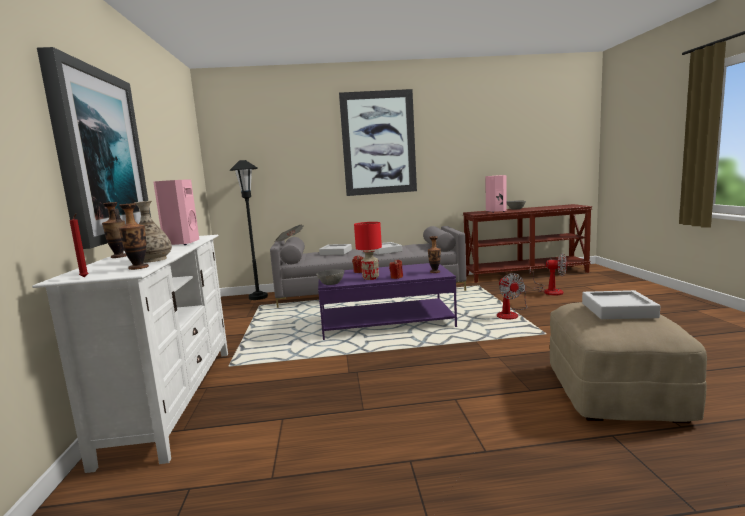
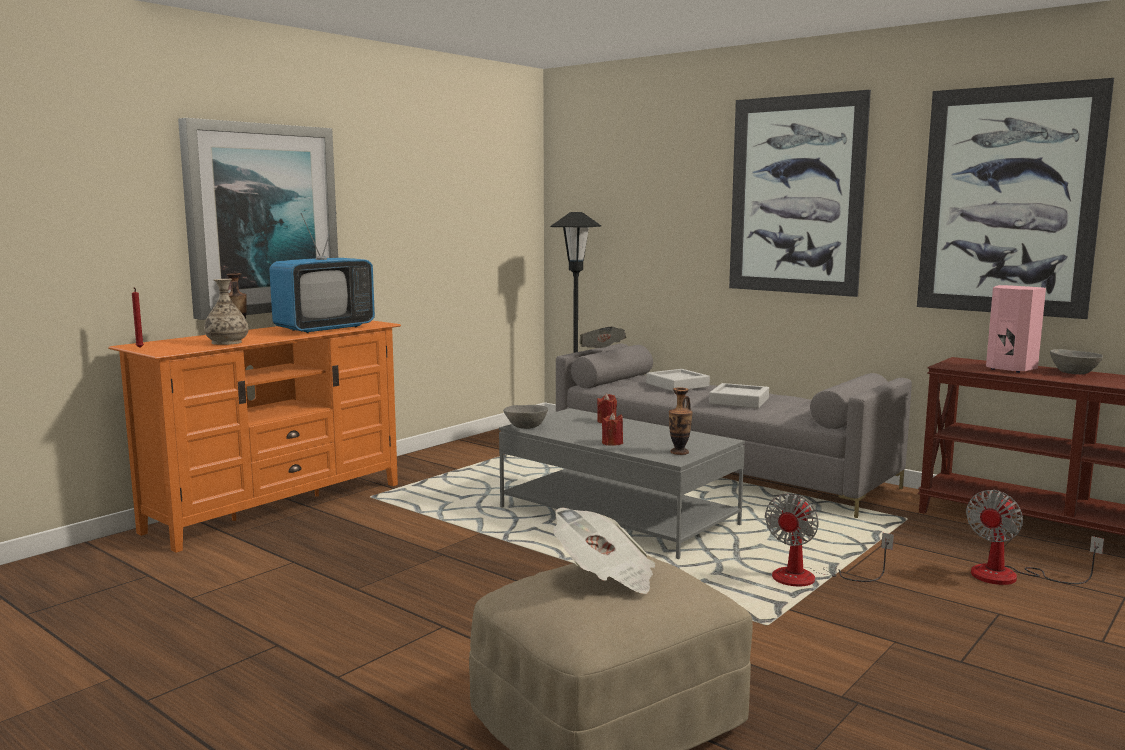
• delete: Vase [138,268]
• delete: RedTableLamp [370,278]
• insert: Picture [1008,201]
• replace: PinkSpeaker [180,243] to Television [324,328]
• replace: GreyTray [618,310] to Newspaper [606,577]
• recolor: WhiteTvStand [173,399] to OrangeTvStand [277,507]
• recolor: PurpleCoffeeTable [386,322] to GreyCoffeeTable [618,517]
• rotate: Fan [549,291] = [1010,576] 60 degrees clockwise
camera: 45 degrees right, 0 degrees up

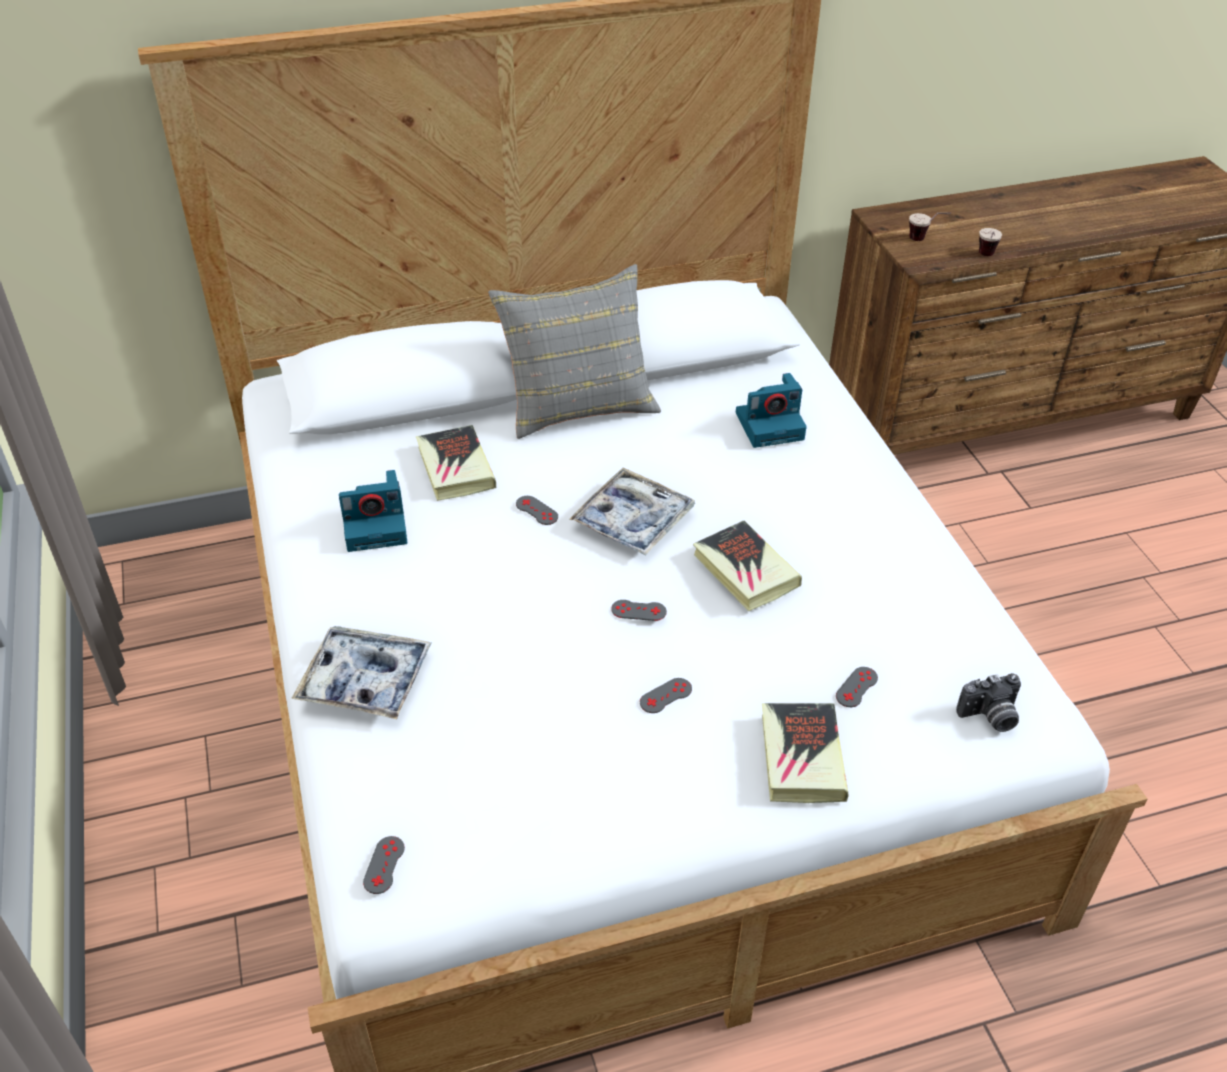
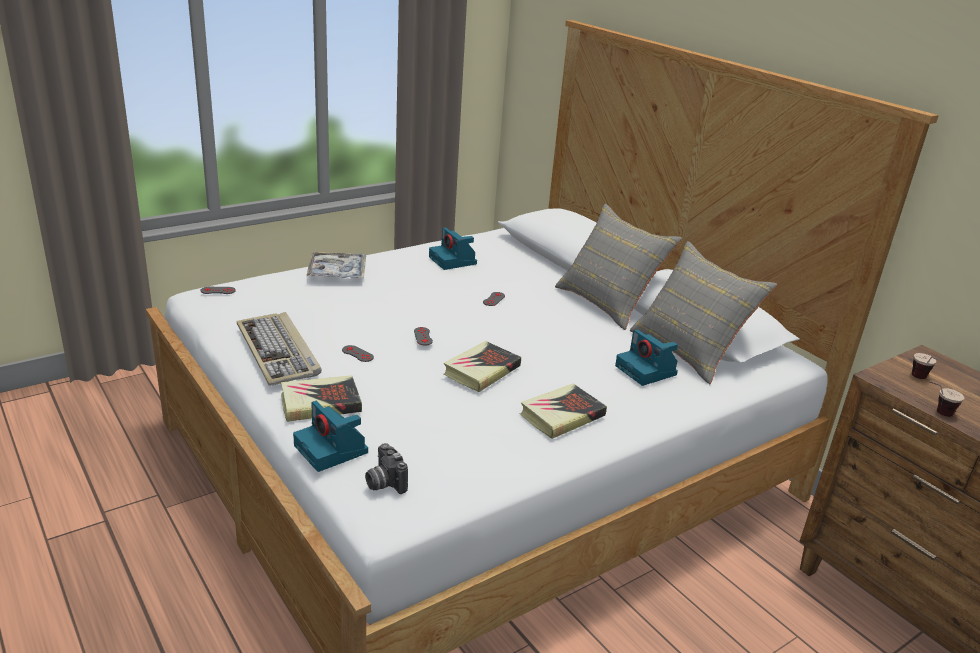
• delete: Tray [633,520]
• delete: GreyGameController [856,687]
• insert: Keyboard [279,352]
• insert: PhotoCamera [332,450]
• insert: GreyPillow [689,350]
• move: Book [455,468] to [562,415]
camera: 70 degrees right, 15 degrees down

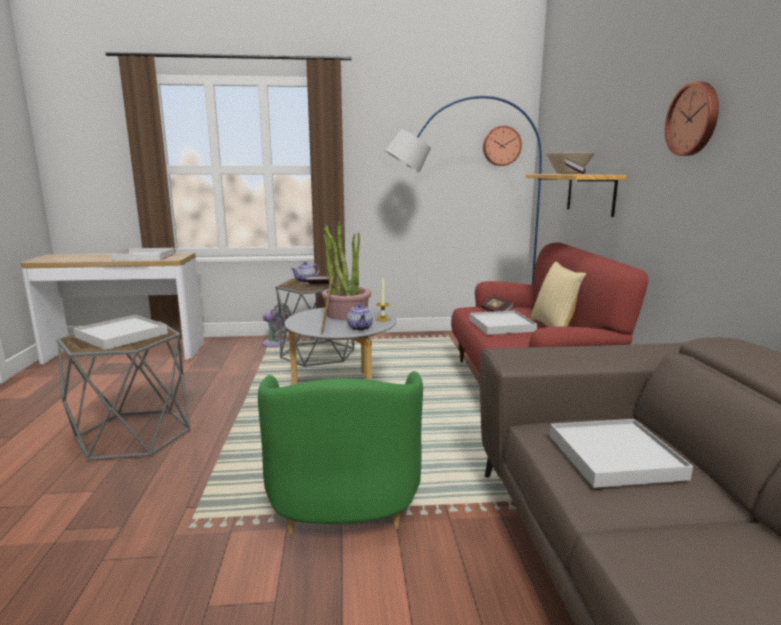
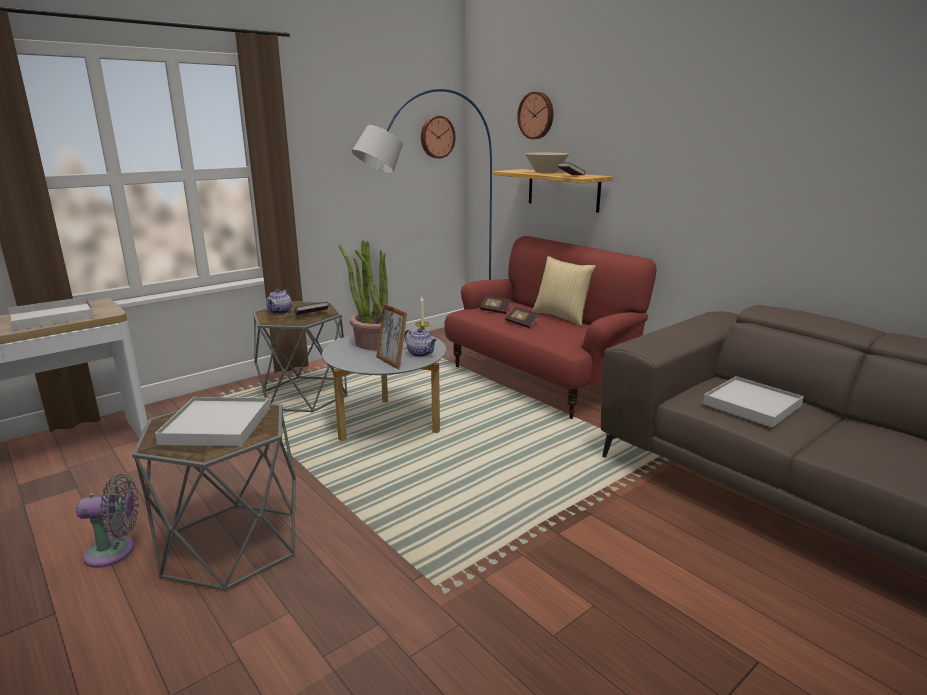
• delete: GreenArmchair [344,500]
• move: GreyFan [276,344] to [115,551]
• move: WallClock [694,119] to [536,115]
• replace: WhiteTray [501,325] to Book [522,323]
camera: 35 degrees left, 5 degrees up

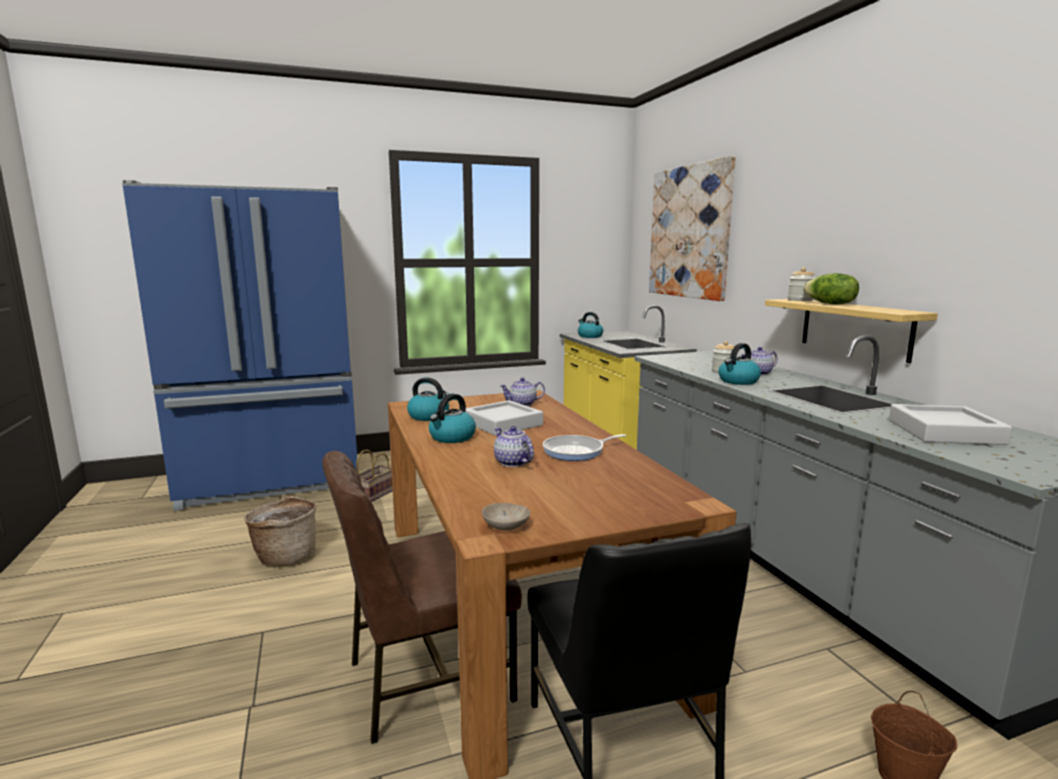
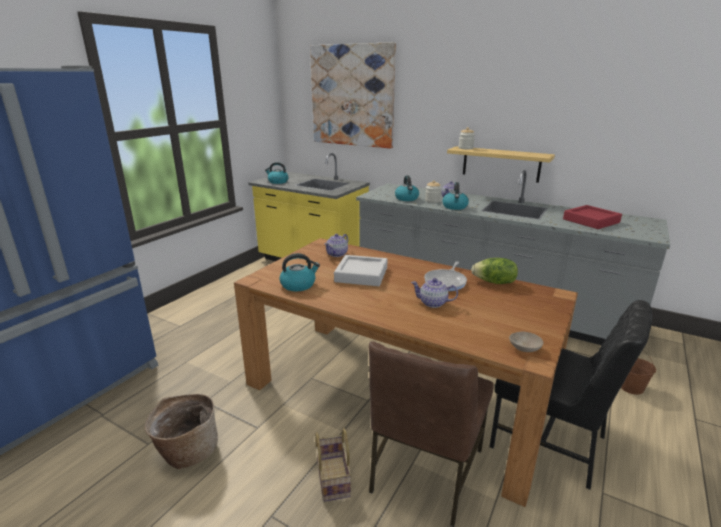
• move: Basket [375,493] to [332,477]
• move: Kettle [452,437] to [407,198]
• move: Lettuce [830,304] to [494,282]
• recolor: GreyTray [944,432] to RedTray [591,221]
camera: 40 degrees left, 10 degrees up

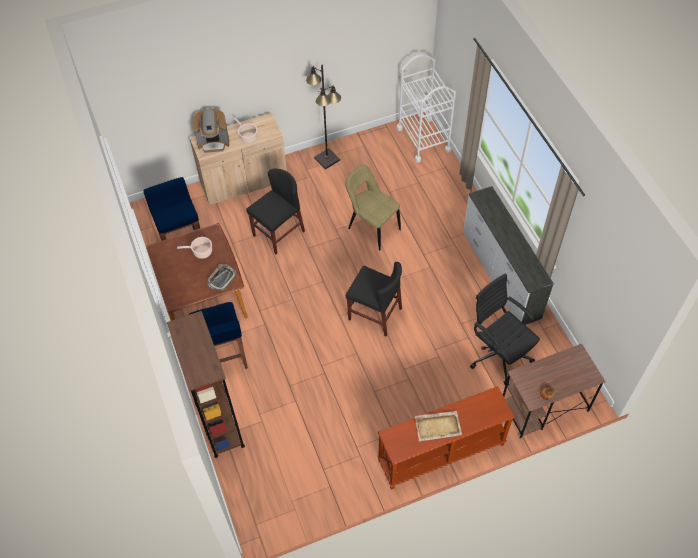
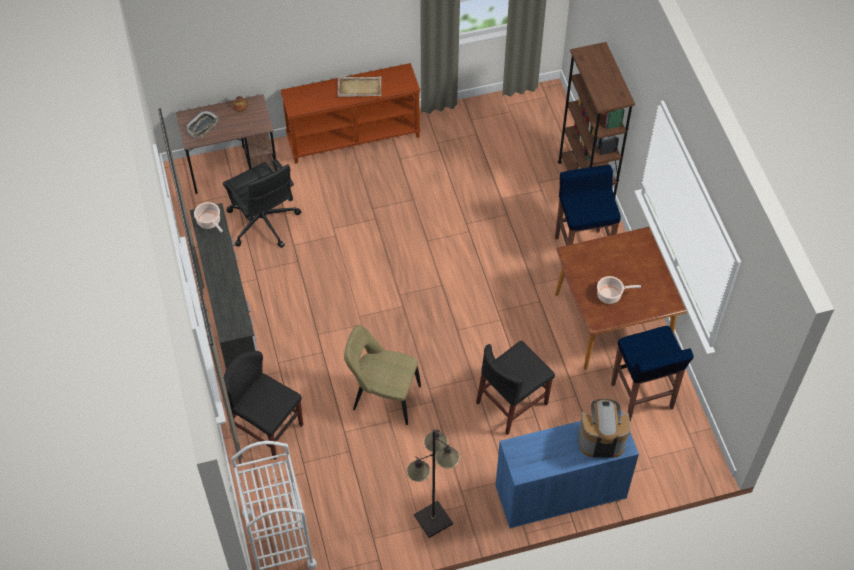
• move: Tray [221,278] to [202,126]
• move: CookingPot [247,136] to [209,222]
• move: BlackChair [375,314] to [267,428]
• recolor: BeigeCabinet [244,182] to BlueCabinet [560,492]
• rotate: BeigeChair [372,228] = [383,397] 150 degrees clockwise
camera: 175 degrees left, 0 degrees up

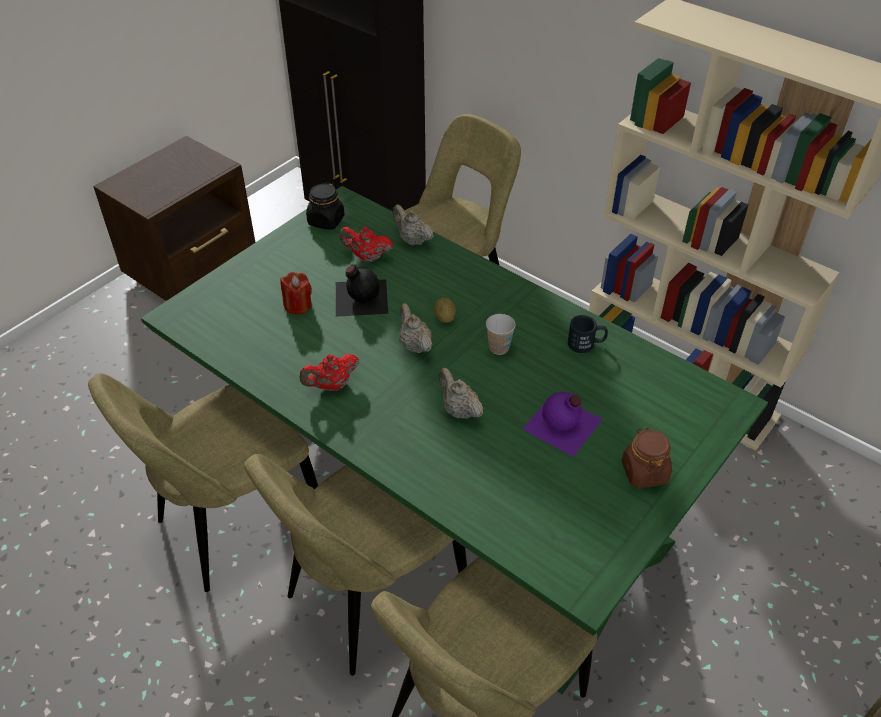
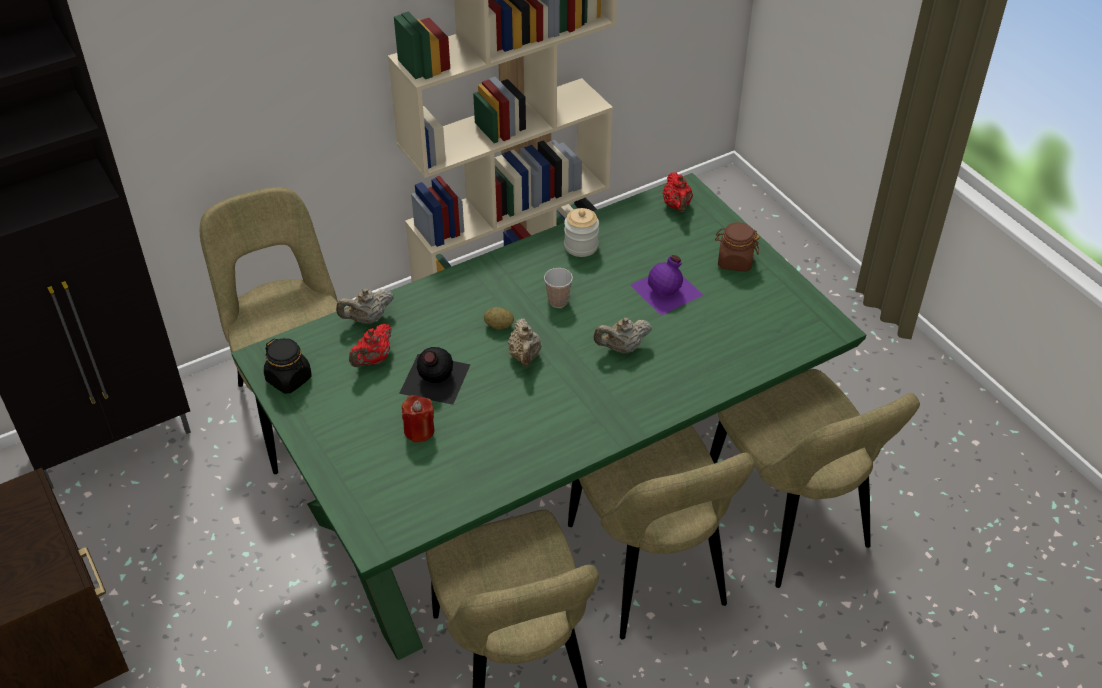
• move: RedTeapot [332,385] to [677,206]
• replace: BlackMug [586,344] to Jar [581,246]
• rotate: BeigeTeapot [414,345] = [525,356] 90 degrees counterclockwise
camera: 70 degrees left, 0 degrees up

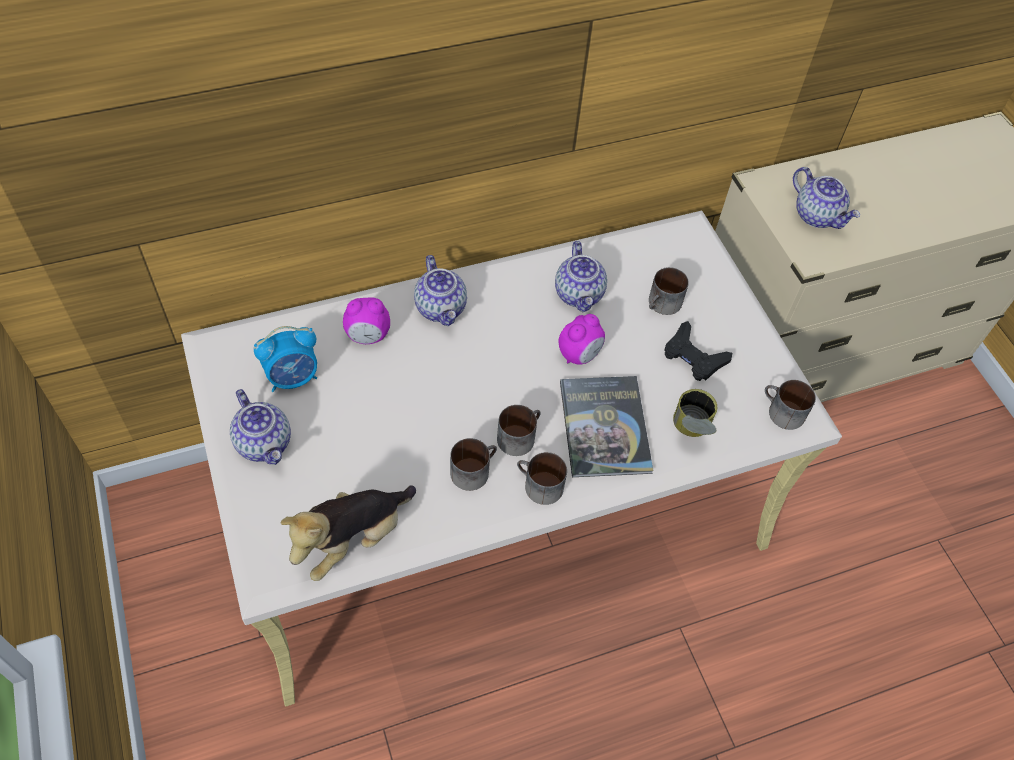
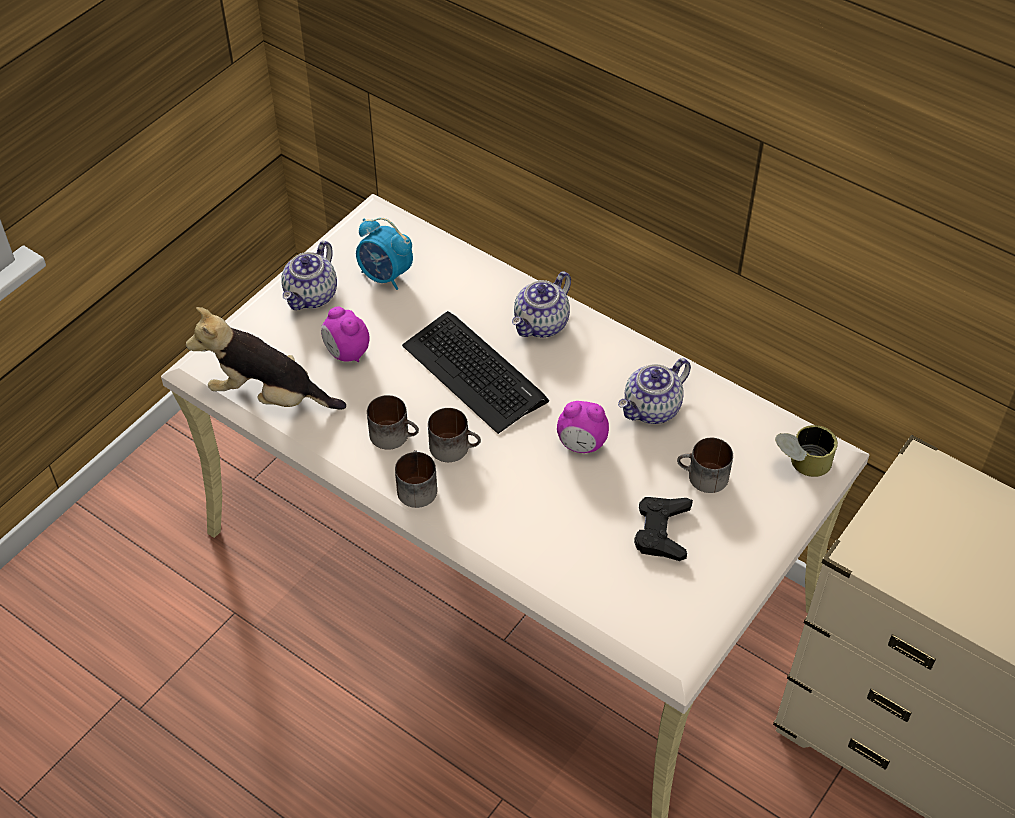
• delete: Book [604,427]
• delete: Mug [781,412]
• delete: Teapot [817,216]
• insert: Keyboard [474,372]
• move: AlarmClock [368,336] to [346,353]
• move: Can [691,431] to [800,464]
camera: 60 degrees right, 5 degrees down

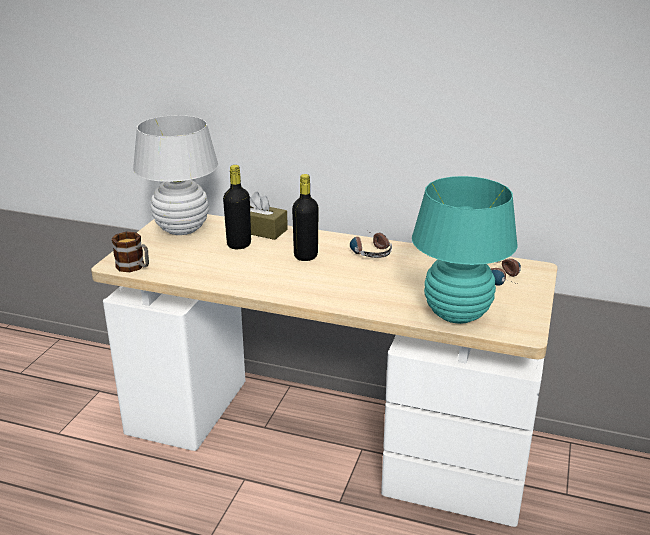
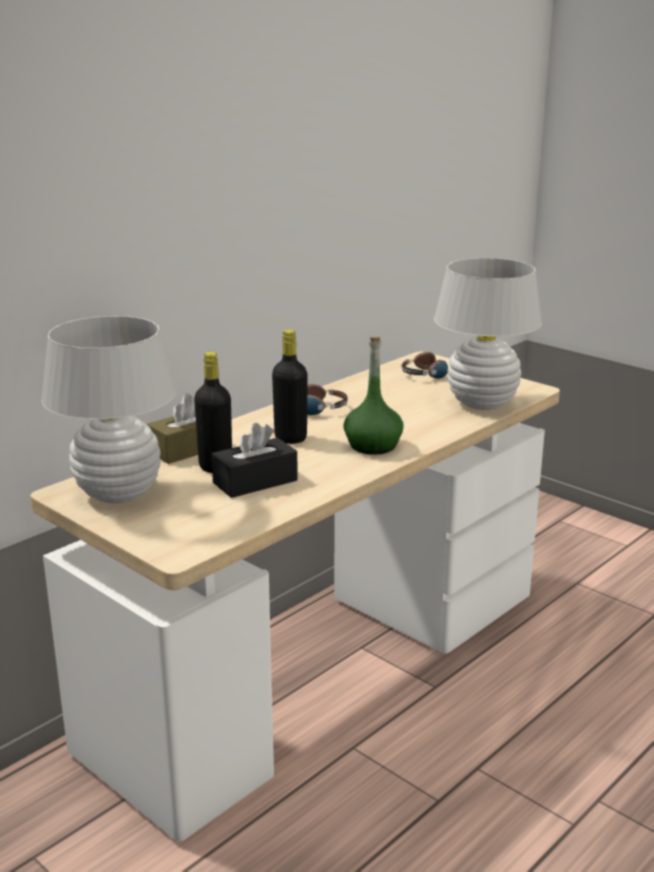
• delete: Mug [134,267]
• insert: BlackTissueBox [255,482]
• insert: GreenBottle [372,446]
• recolor: TurquoiseTableLamp [456,314] to WhiteTableLamp [482,403]
camera: 65 degrees left, 5 degrees down

